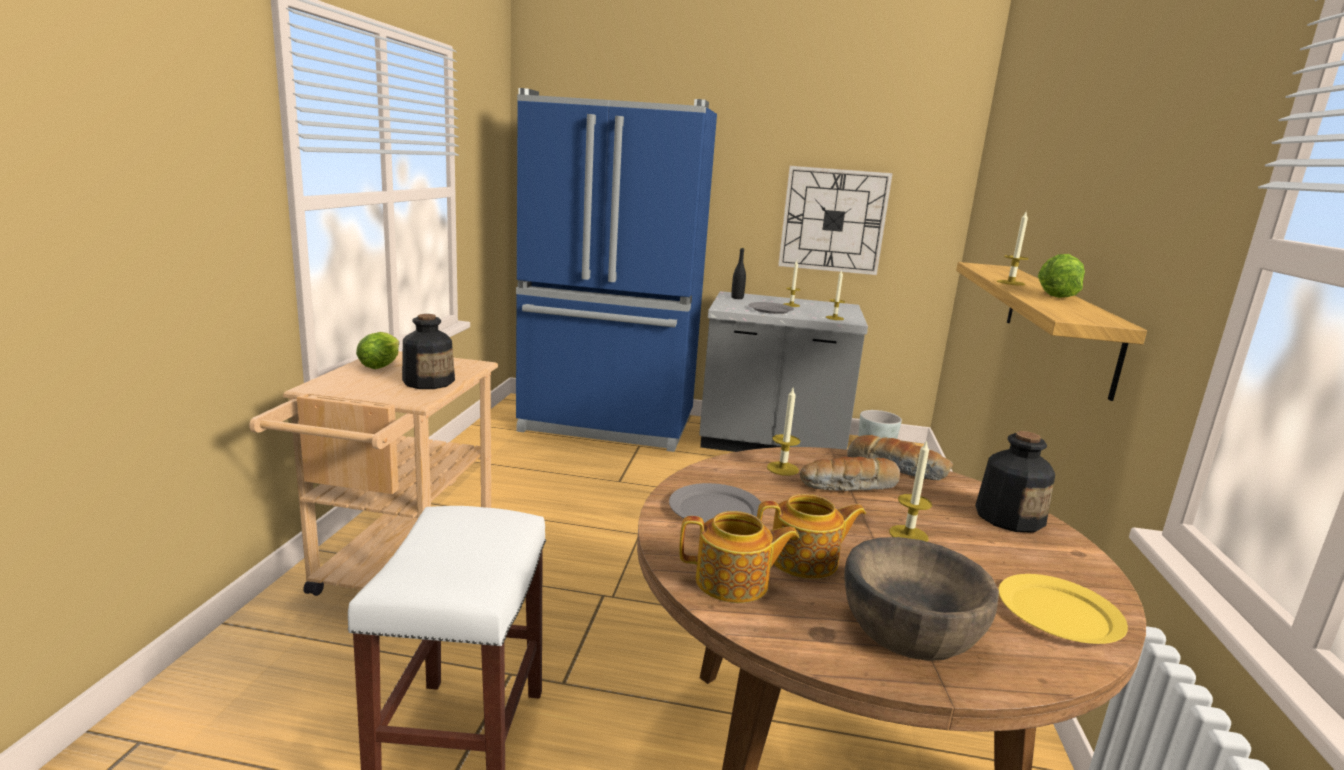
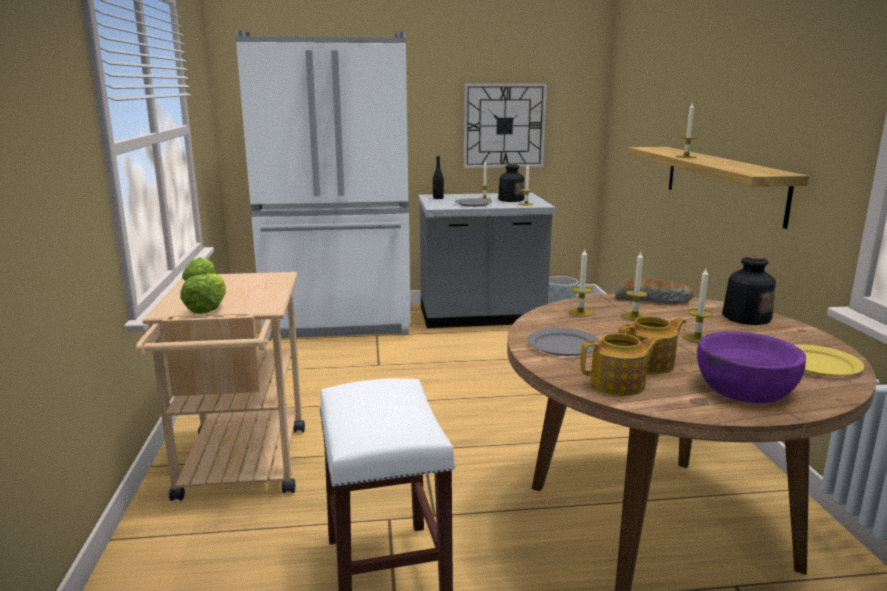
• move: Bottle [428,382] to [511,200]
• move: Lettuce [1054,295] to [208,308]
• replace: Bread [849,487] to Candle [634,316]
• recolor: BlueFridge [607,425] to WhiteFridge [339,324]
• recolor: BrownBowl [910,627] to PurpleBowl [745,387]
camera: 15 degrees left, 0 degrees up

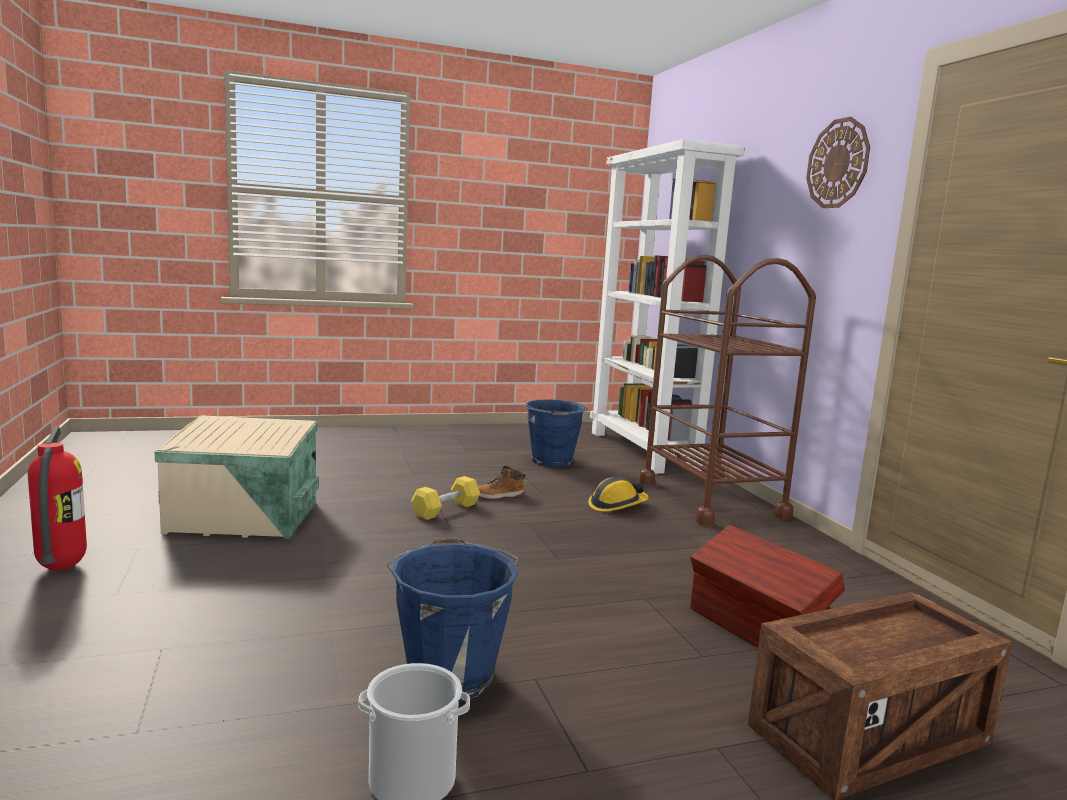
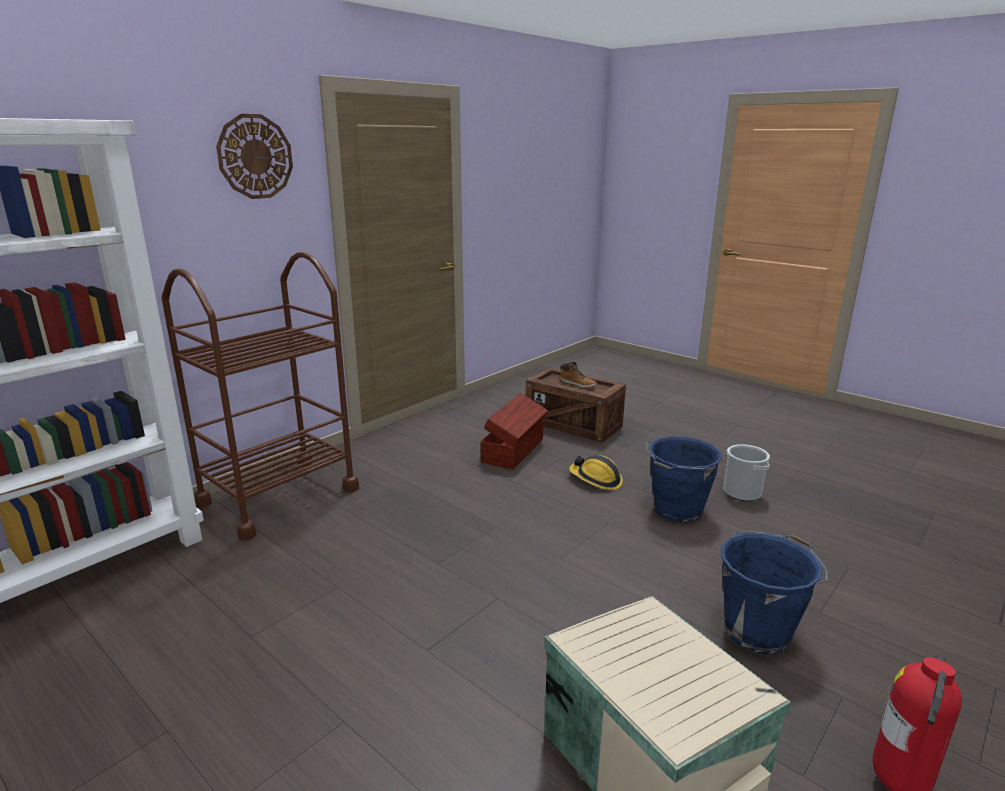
• delete: YellowDumbbell [445,509]
• move: Boot [498,495] to [578,384]
• move: BlueBucket [552,461] to [759,630]
• move: HardHat [617,505] to [596,480]
camera: 120 degrees left, 10 degrees up

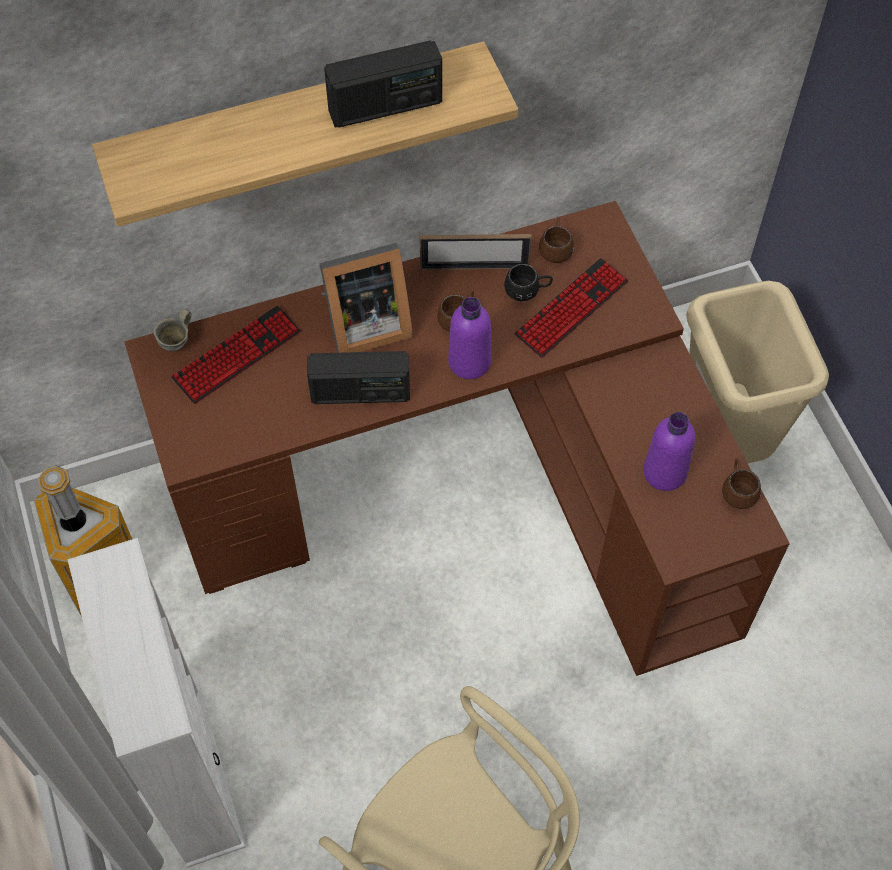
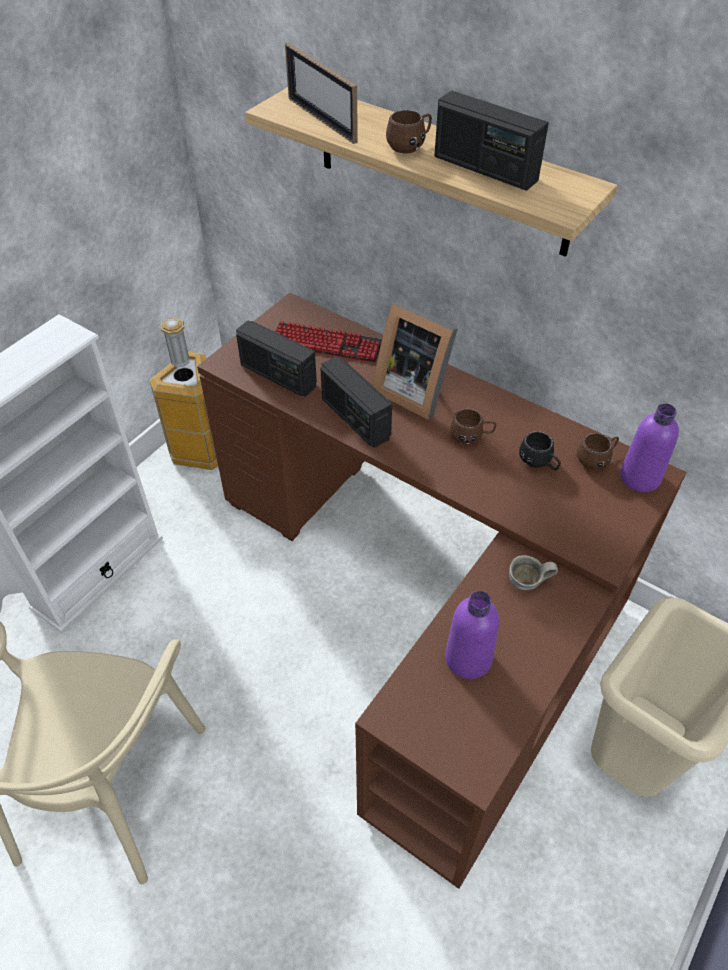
• delete: Keyboard [571,309]
• insert: Radio [277,375]
• move: GreyMug [178,343] to [527,585]
• move: PictureFrame [474,267] to [322,120]
• move: PurpleBottle [469,362] to [640,477]
• move: BrownMug [737,491] to [410,147]
camera: 55 degrees right, 10 degrees down

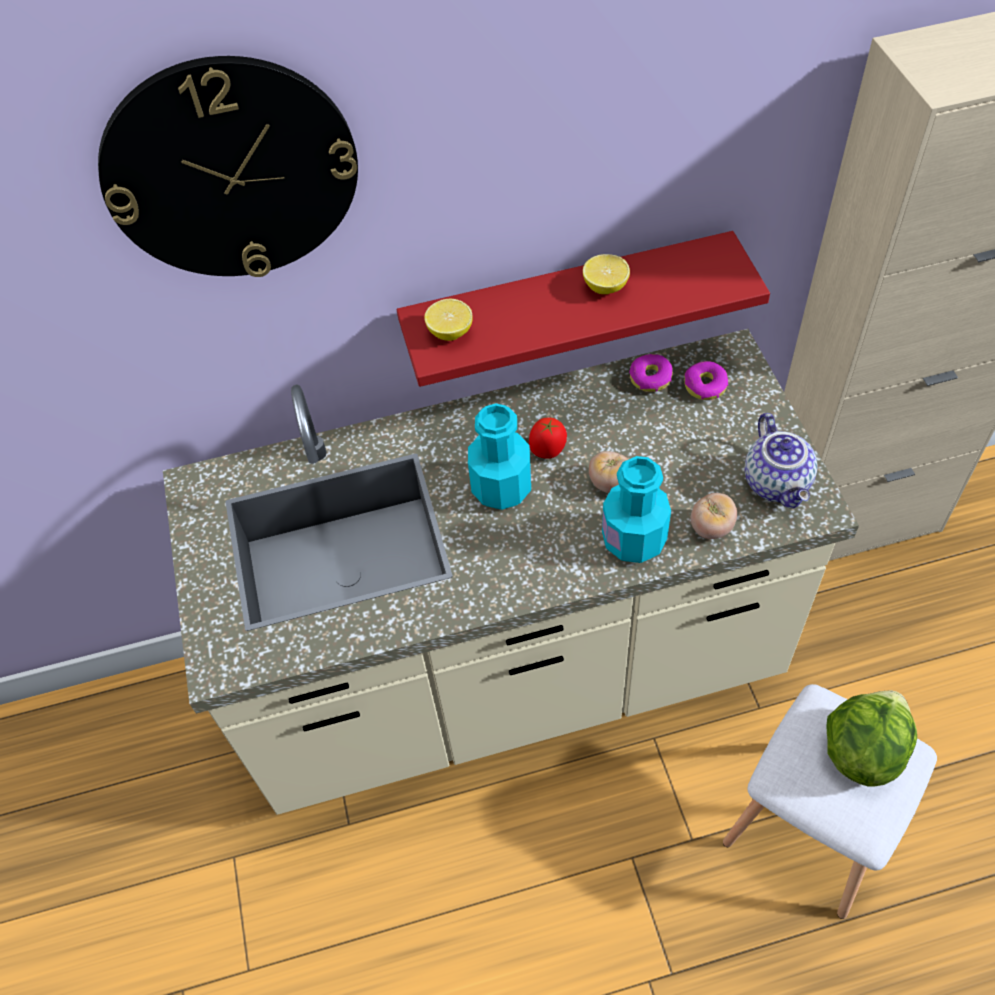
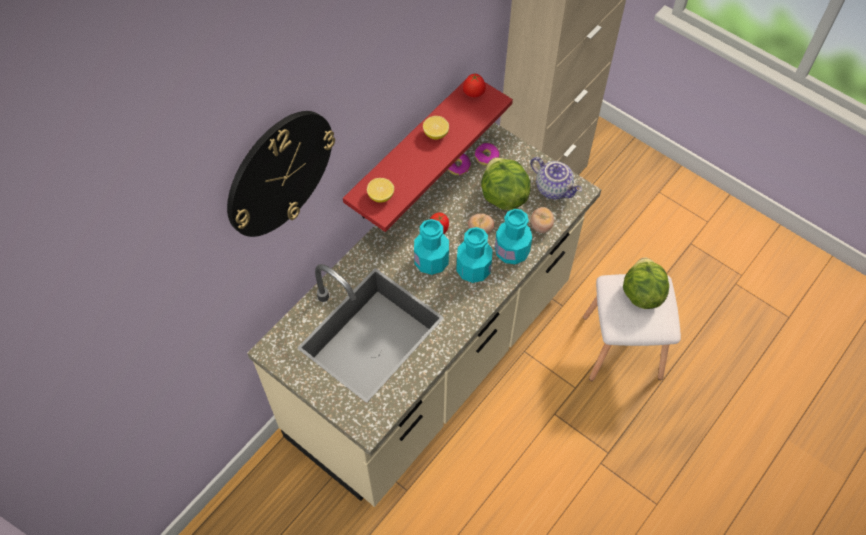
• insert: TurquoiseBottle [473,269]
• insert: Tomato [473,94]
• insert: Lettuce [503,196]
camera: 40 degrees left, 5 degrees up

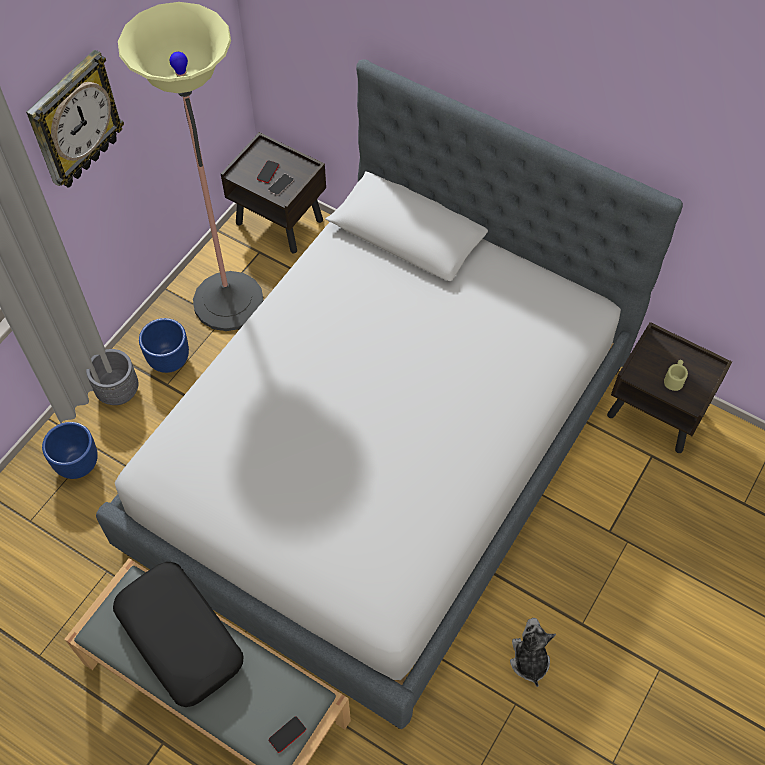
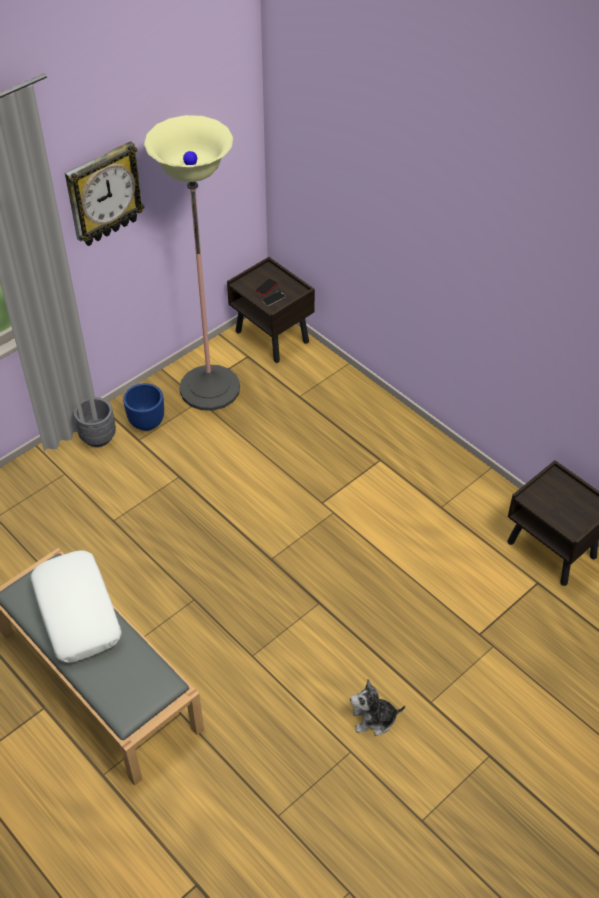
• delete: BluePlanter [77,465]
• delete: Bed [382,455]
• delete: Phone [287,734]
• delete: BeigeMug [674,379]
• recolor: BlackPillow [181,637] to WhitePillow [78,613]
• rotate: PlushToy [529,659] = [374,719] 105 degrees counterclockwise
camera: 15 degrees right, 10 degrees down

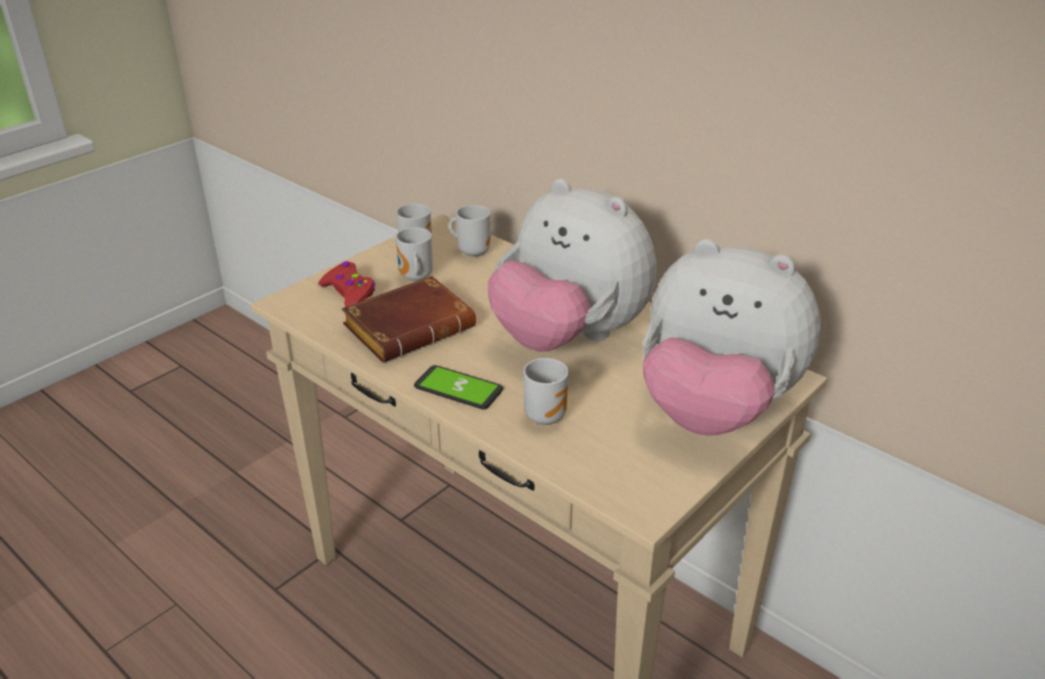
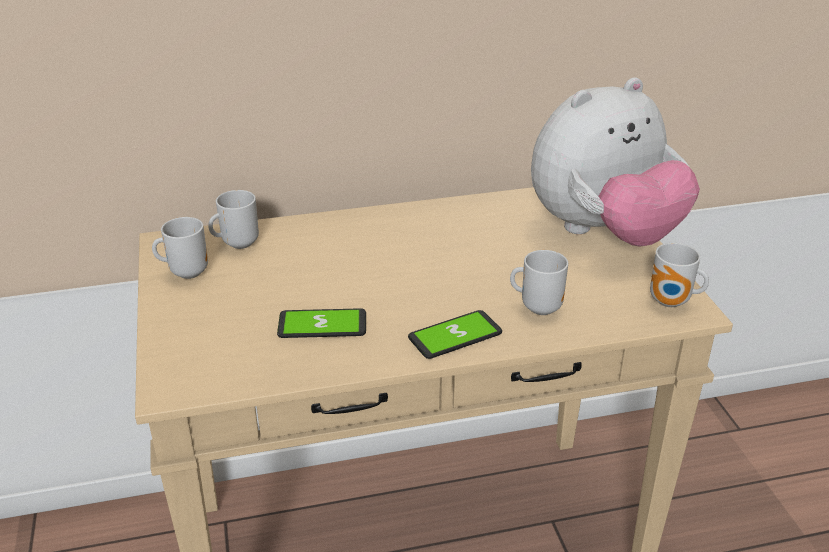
• delete: RedGameController [349,293]
• delete: PlushToy [569,338]
• move: Mug [415,278] to [671,303]
• replace: BrownBook [410,326] to Phone [322,325]
camera: 55 degrees left, 0 degrees up

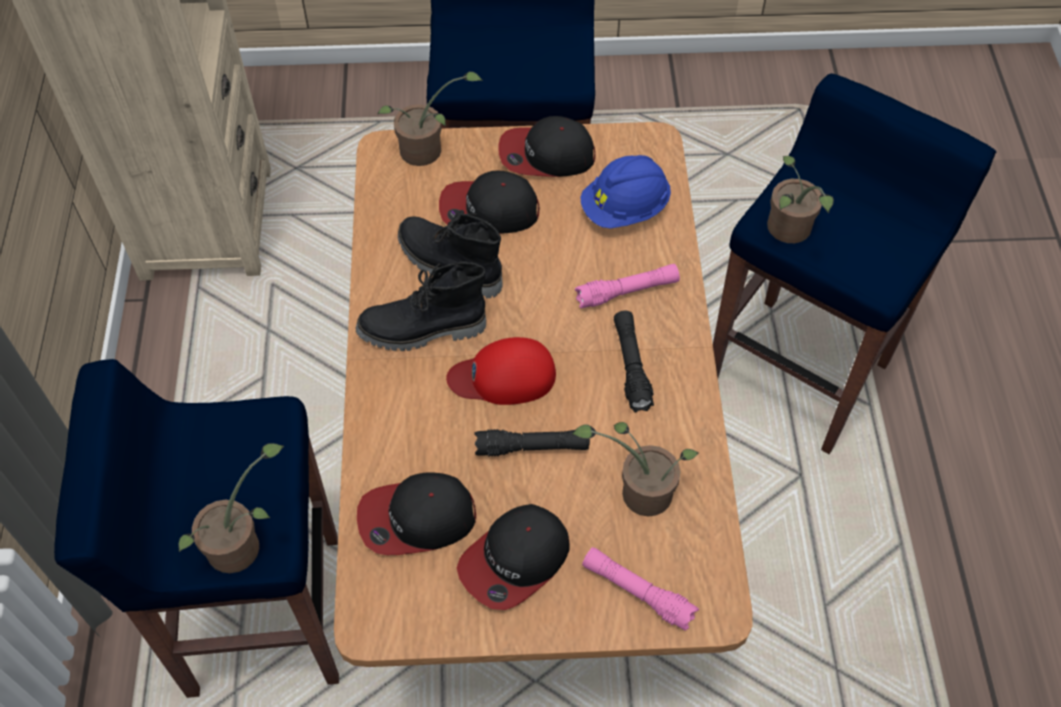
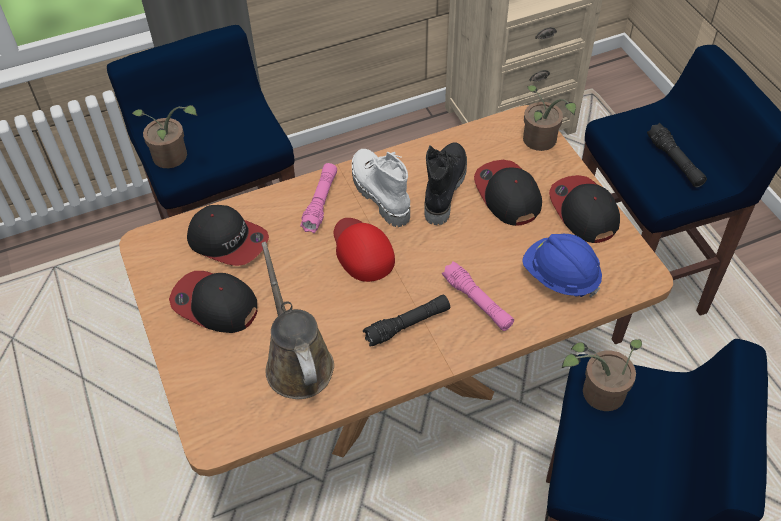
• move: BlackFlashlight [532,447] to [675,162]
• move: PinkFlashlight [637,592] to [320,202]
• replace: PottedPlant [639,491] to BrownWateringCan [297,362]
• recolor: BlackBoot [422,331] to WhiteBoot [378,194]
• rotate: Cap [416,518] = [228,241] 150 degrees clockwise
camera: 70 degrees right, 5 degrees down

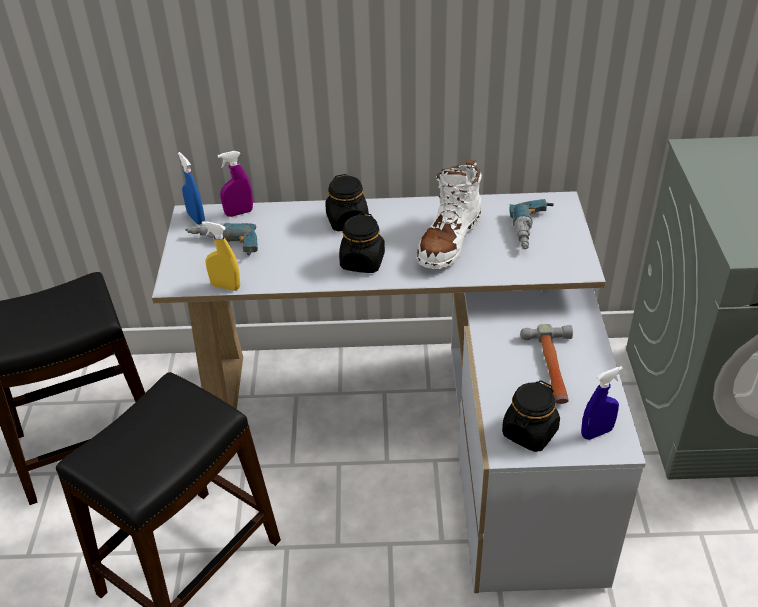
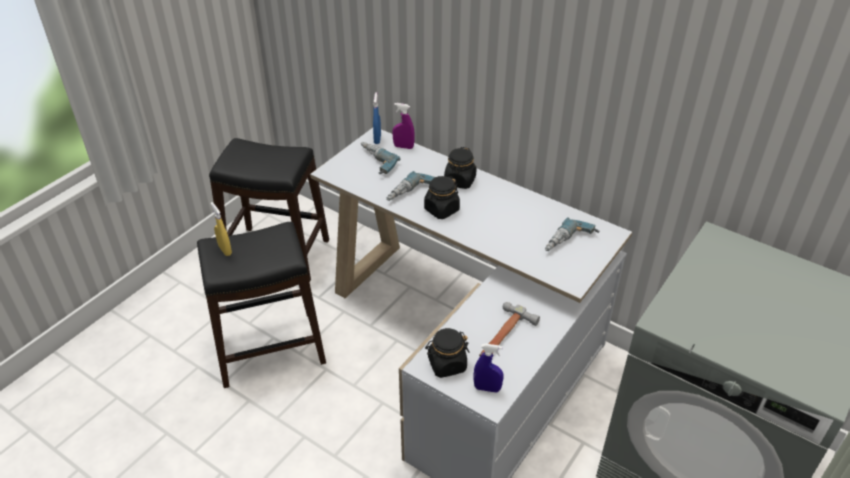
• delete: WhiteBoot [449,241]
• insert: PowerDrill [413,194]
• move: YellowSprayBottle [225,286] to [225,250]
camera: 35 degrees right, 0 degrees up

